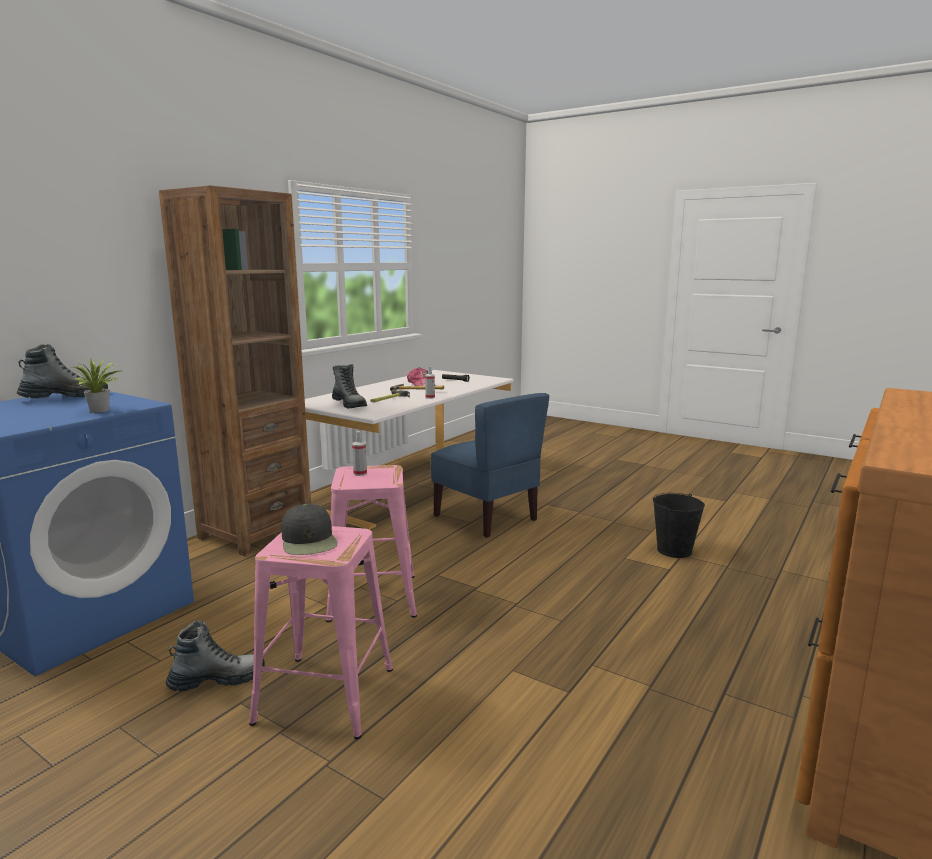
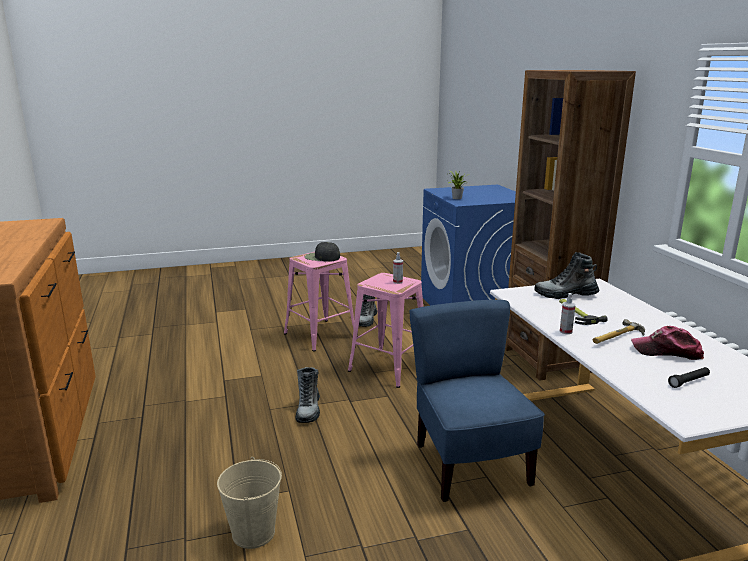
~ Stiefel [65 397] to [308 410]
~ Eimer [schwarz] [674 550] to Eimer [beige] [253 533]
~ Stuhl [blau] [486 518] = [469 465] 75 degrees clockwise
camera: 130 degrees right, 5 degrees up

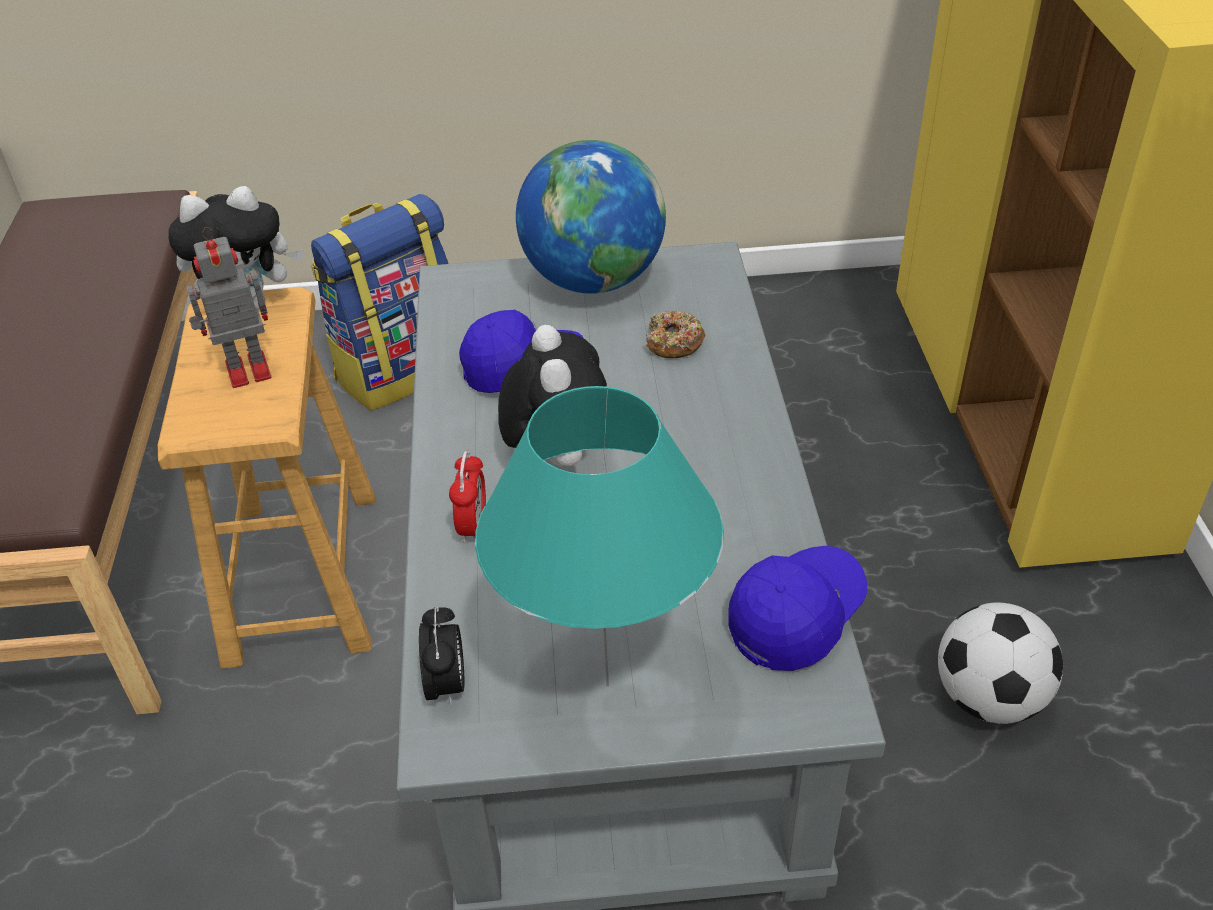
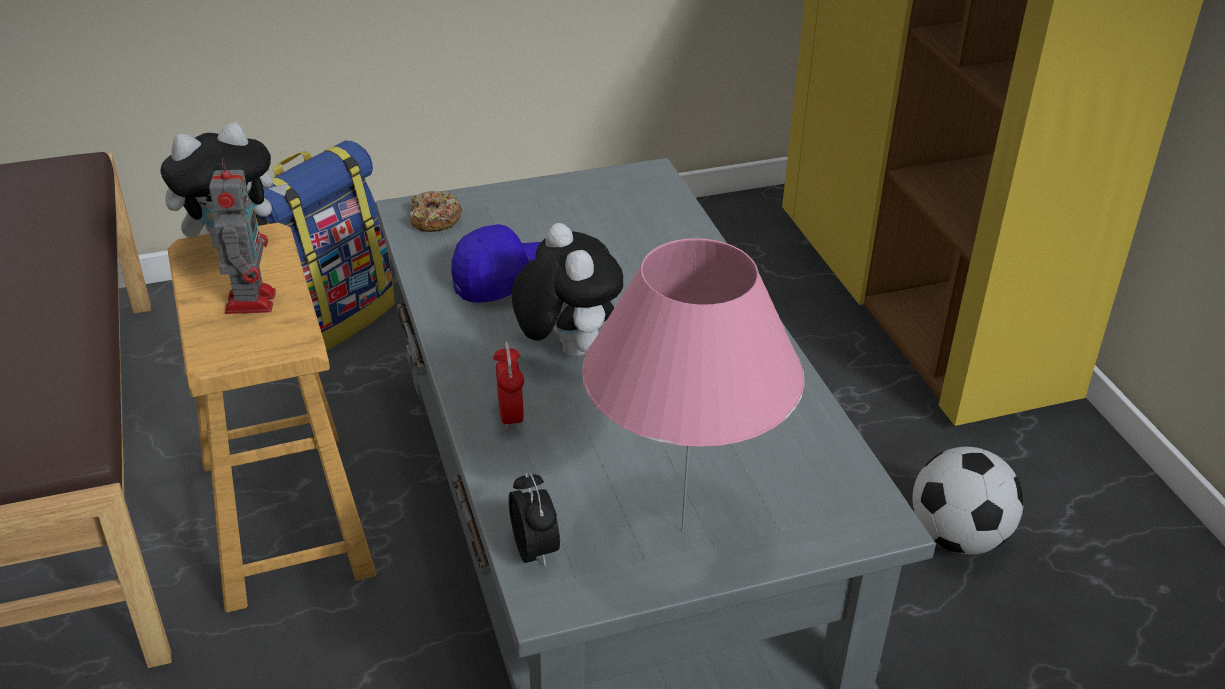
- Globus [593 280]
- Kappe [blau] [796 617]
~ Donut [674 343] to [434 220]
~ Tischlampe [türkis] [606 685] to Tischlampe [rosa] [681 531]
~ Spielzeugroboter [245 370] = [251 300] 120 degrees clockwise
camera: 15 degrees left, 5 degrees down

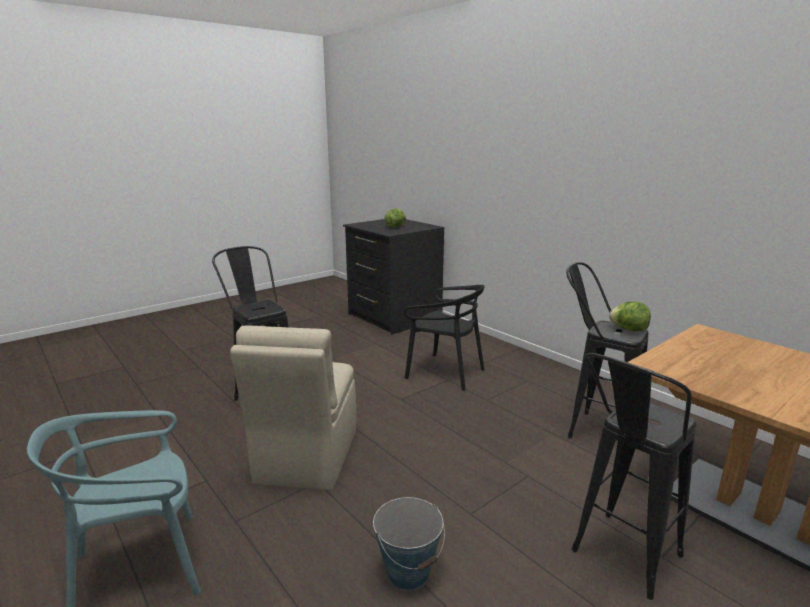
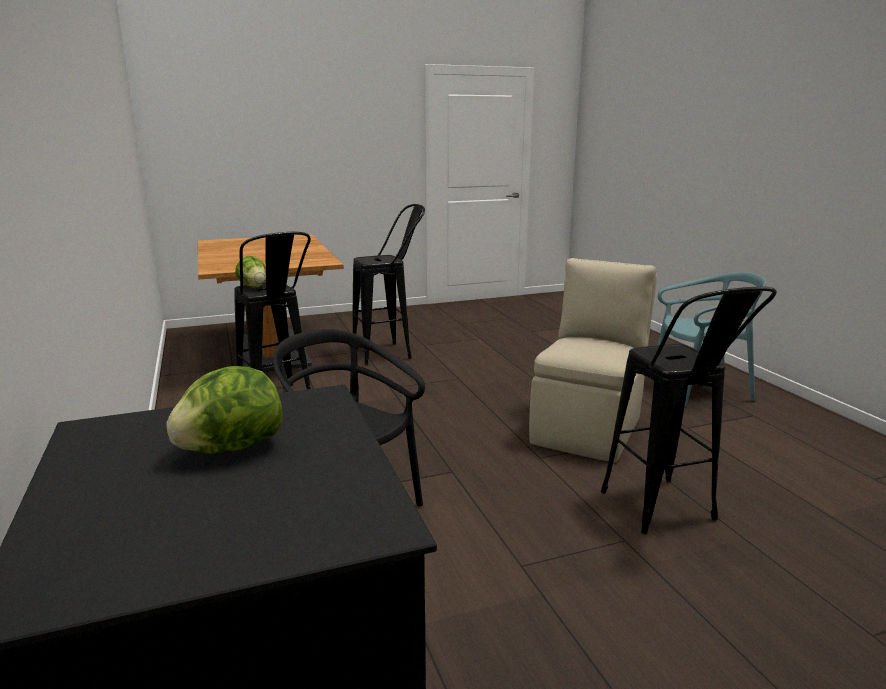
- Eimer [408 572]
camera: 160 degrees left, 0 degrees up

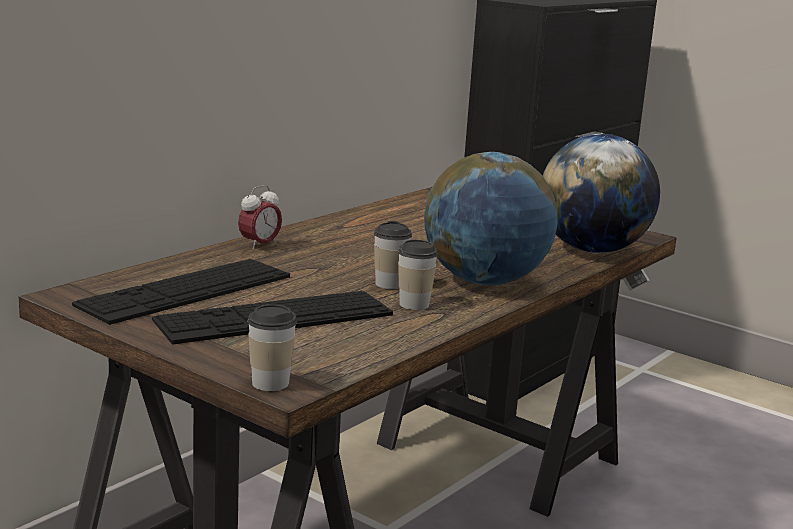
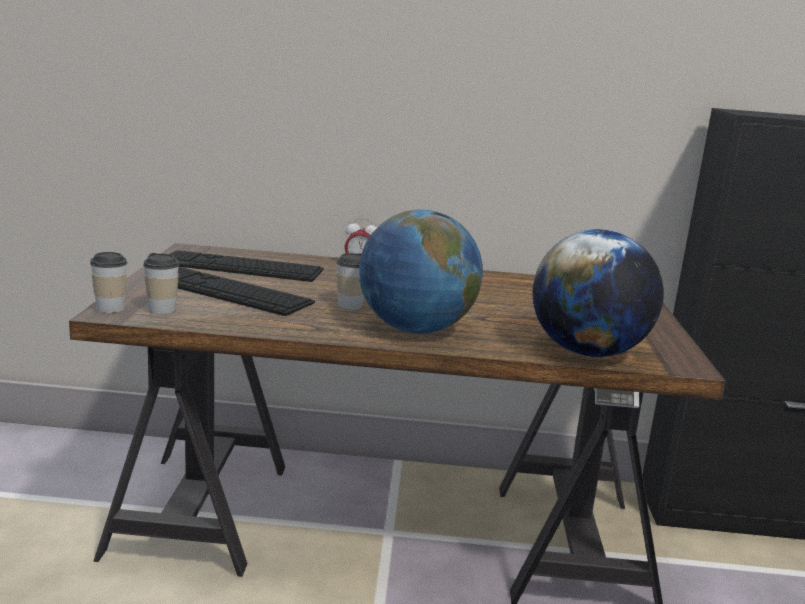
~ Tasse [414 304] to [162 310]
camera: 55 degrees right, 0 degrees up

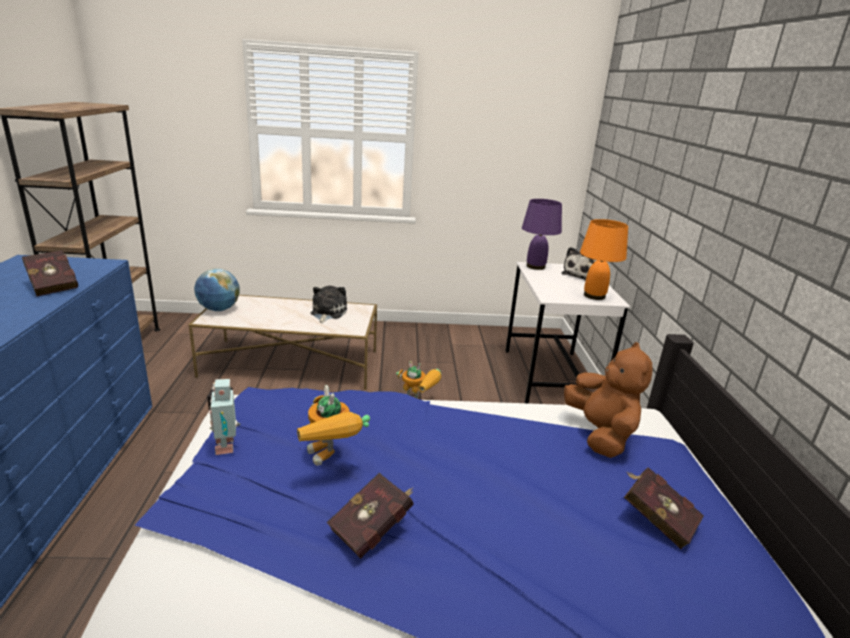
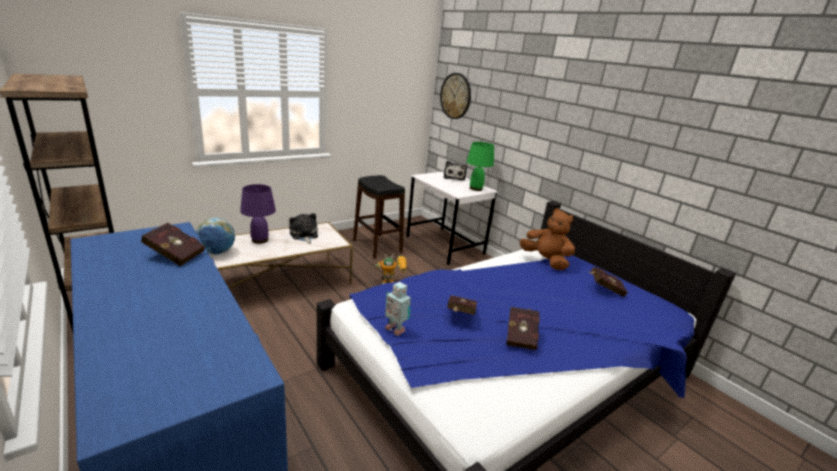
+ Hocker [schwarz] [377 246]
+ Wanduhr [455 96]
~ Tischlampe [lila] [535 266] to [259 240]
~ Spielzeugroboter [331 461] to Buch [rot] [460 315]
~ Tischlampe [orange] [594 296] to Tischlampe [grün] [476 189]
camera: 35 degrees left, 0 degrees up

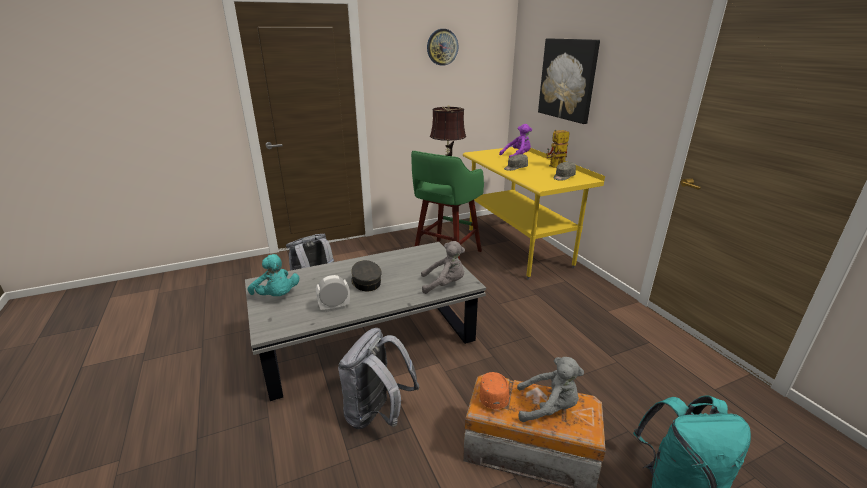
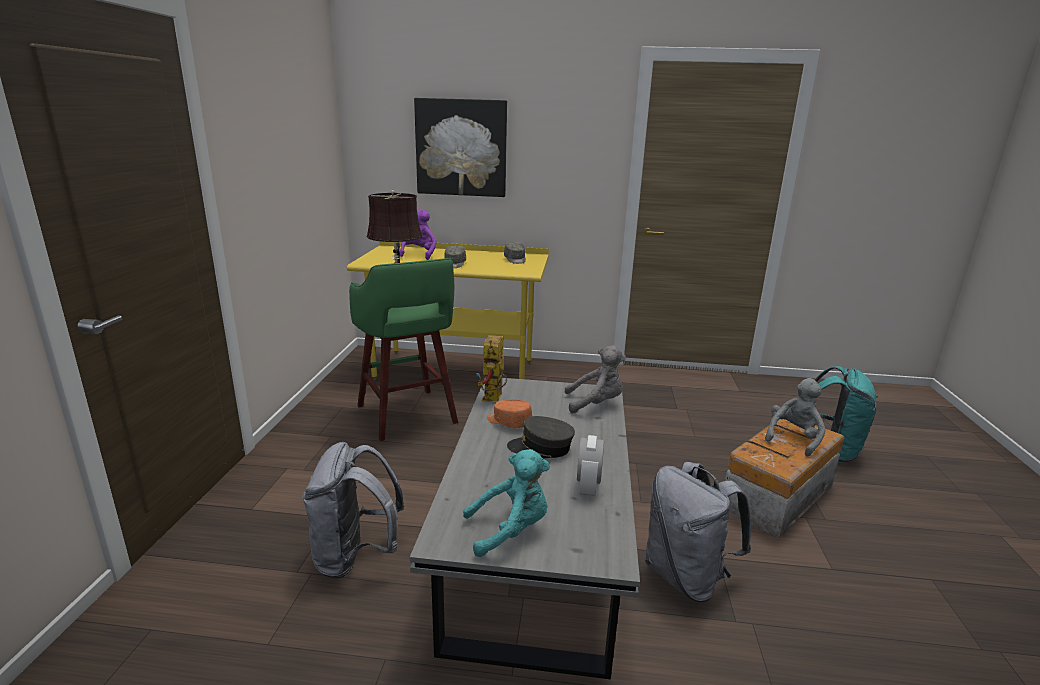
- Wanduhr [442 47]
~ Kappe [orange] [493 394] to [508 422]
~ Spielzeugroboter [554 167] to [493 400]
~ Plüschtier [grau] [444 284] = [596 404] 60 degrees clockwise
camera: 60 degrees left, 5 degrees down

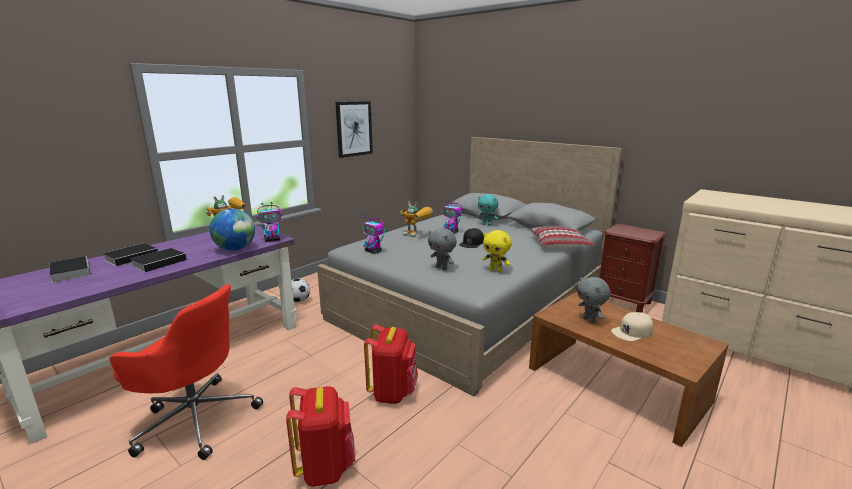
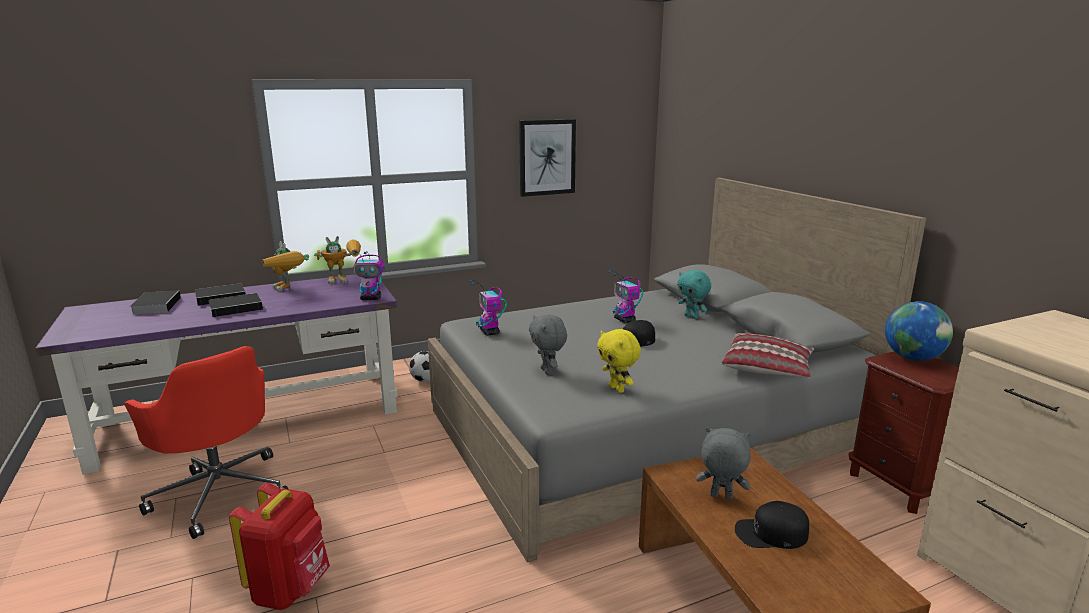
- Rucksack [rot] [393 392]
~ Globus [235 249] to [912 358]
~ Spielzeugroboter [417 235] to [288 289]
~ Kappe [beige] [632 332] to Kappe [schwarz] [771 533]
~ Plüschtier [grau] [589 320] = [720 497] 105 degrees clockwise
camera: 25 degrees right, 0 degrees up

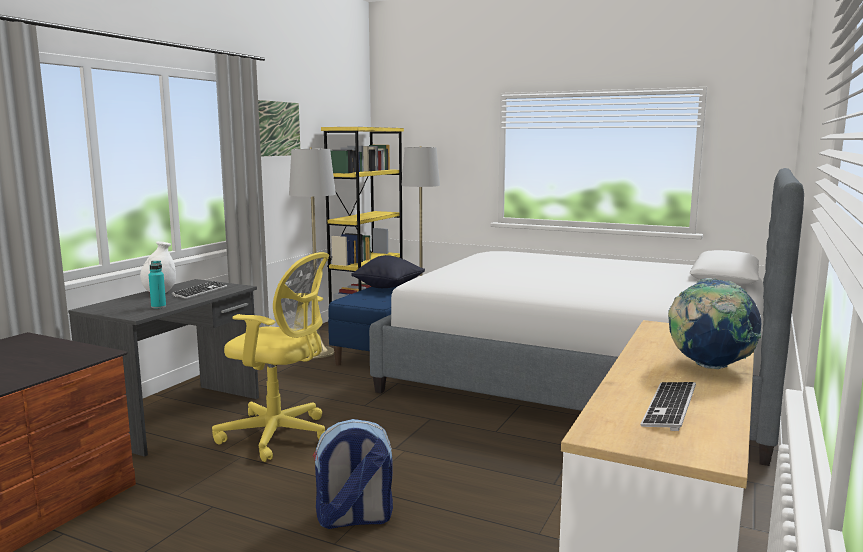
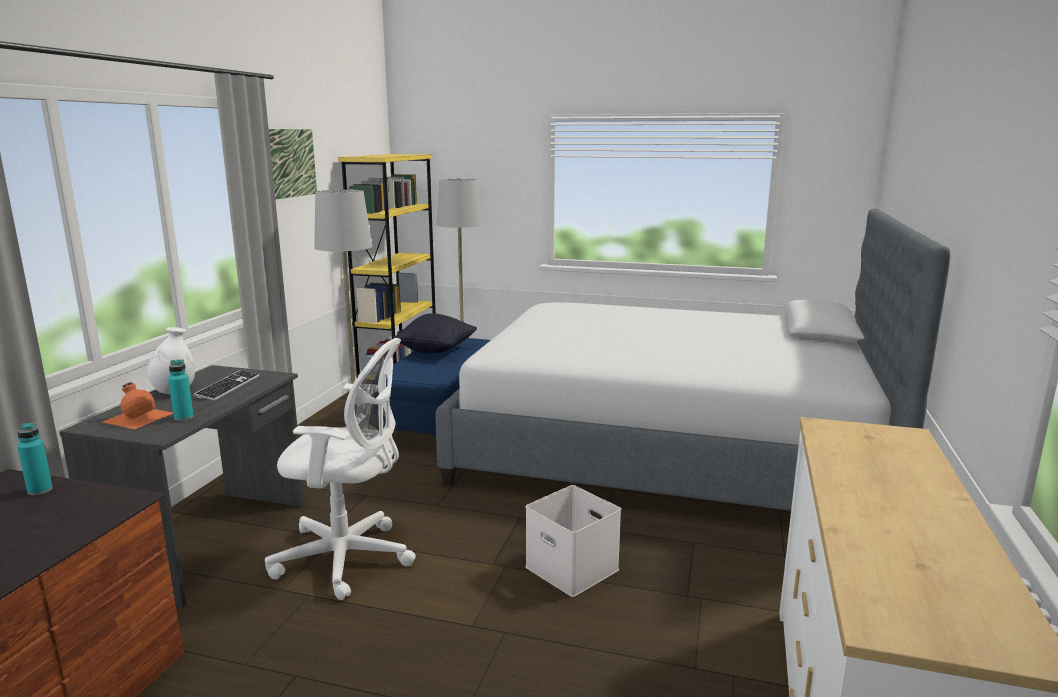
- Rucksack [354 519]
- Tastatur [669 407]
- Globus [709 367]
+ Flasche [türkis] [40 490]
+ Flasche [orange] [138 416]
+ Aufbewahrungsbox [weiß] [574 568]
~ Bürostuhl [gelb] [280 436] to Bürostuhl [weiß] [349 559]
camera: 10 degrees left, 5 degrees up

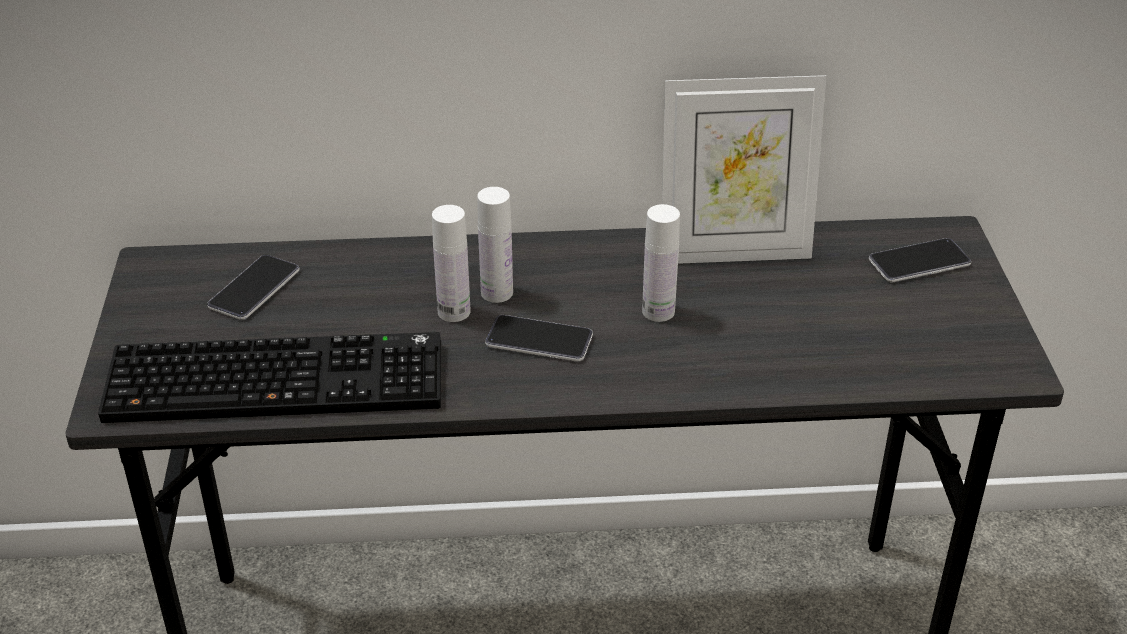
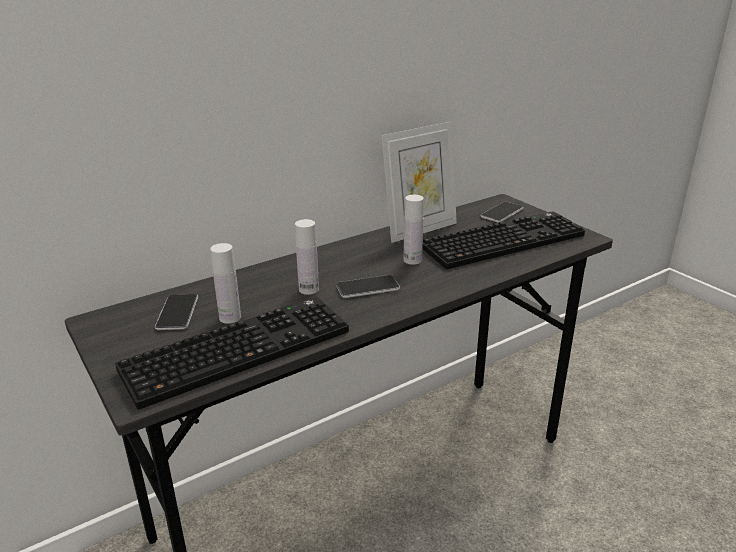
+ Tastatur [503 240]
~ Flasche [weiß] [497 293] to [230 317]
camera: 30 degrees left, 10 degrees down

